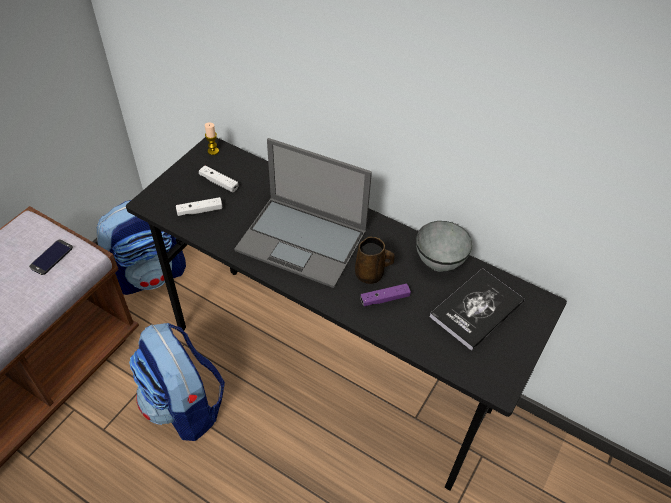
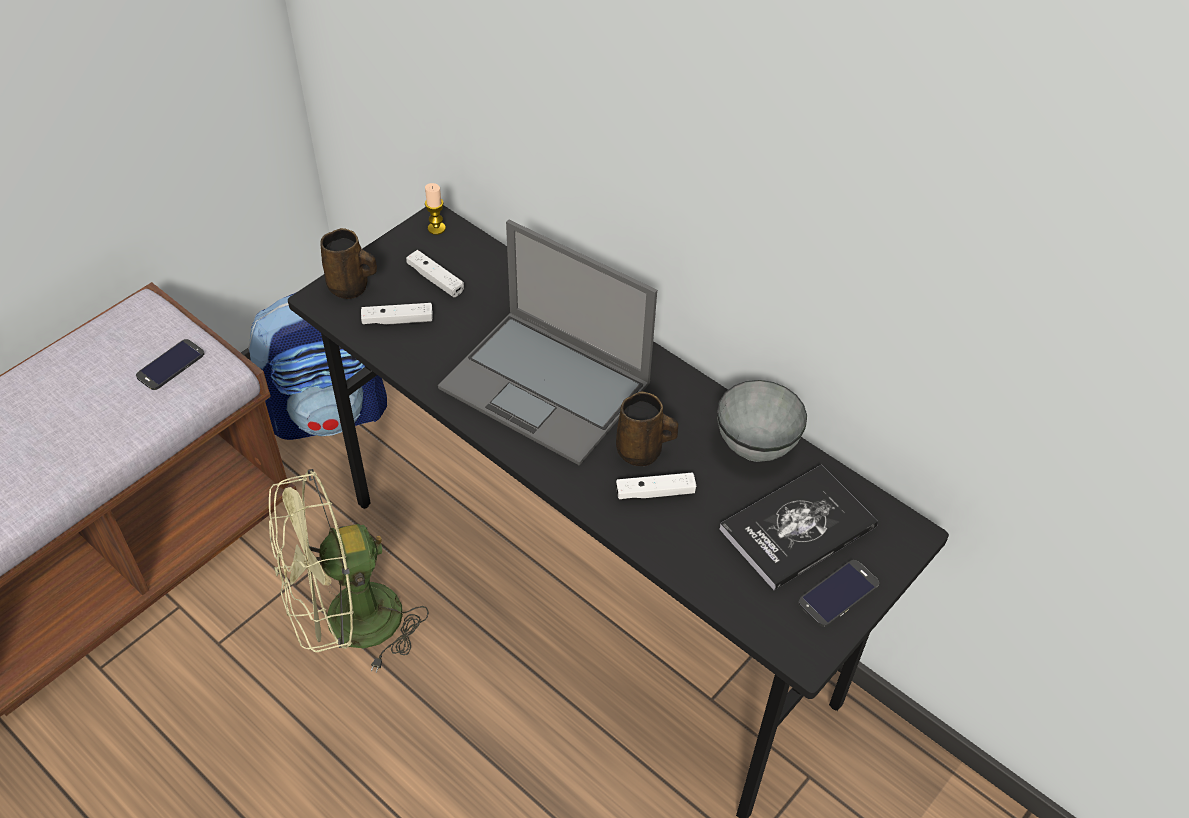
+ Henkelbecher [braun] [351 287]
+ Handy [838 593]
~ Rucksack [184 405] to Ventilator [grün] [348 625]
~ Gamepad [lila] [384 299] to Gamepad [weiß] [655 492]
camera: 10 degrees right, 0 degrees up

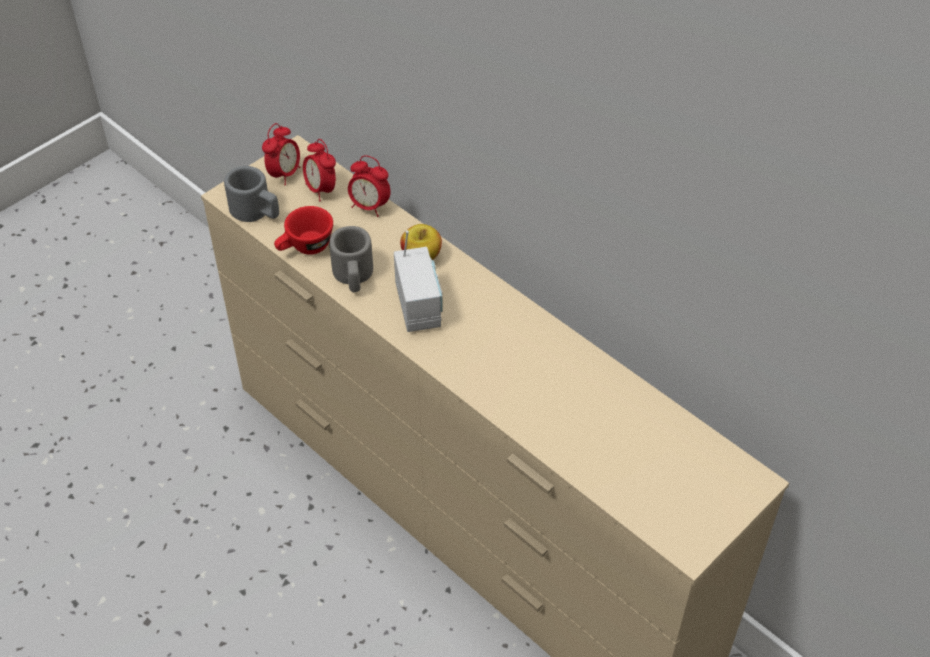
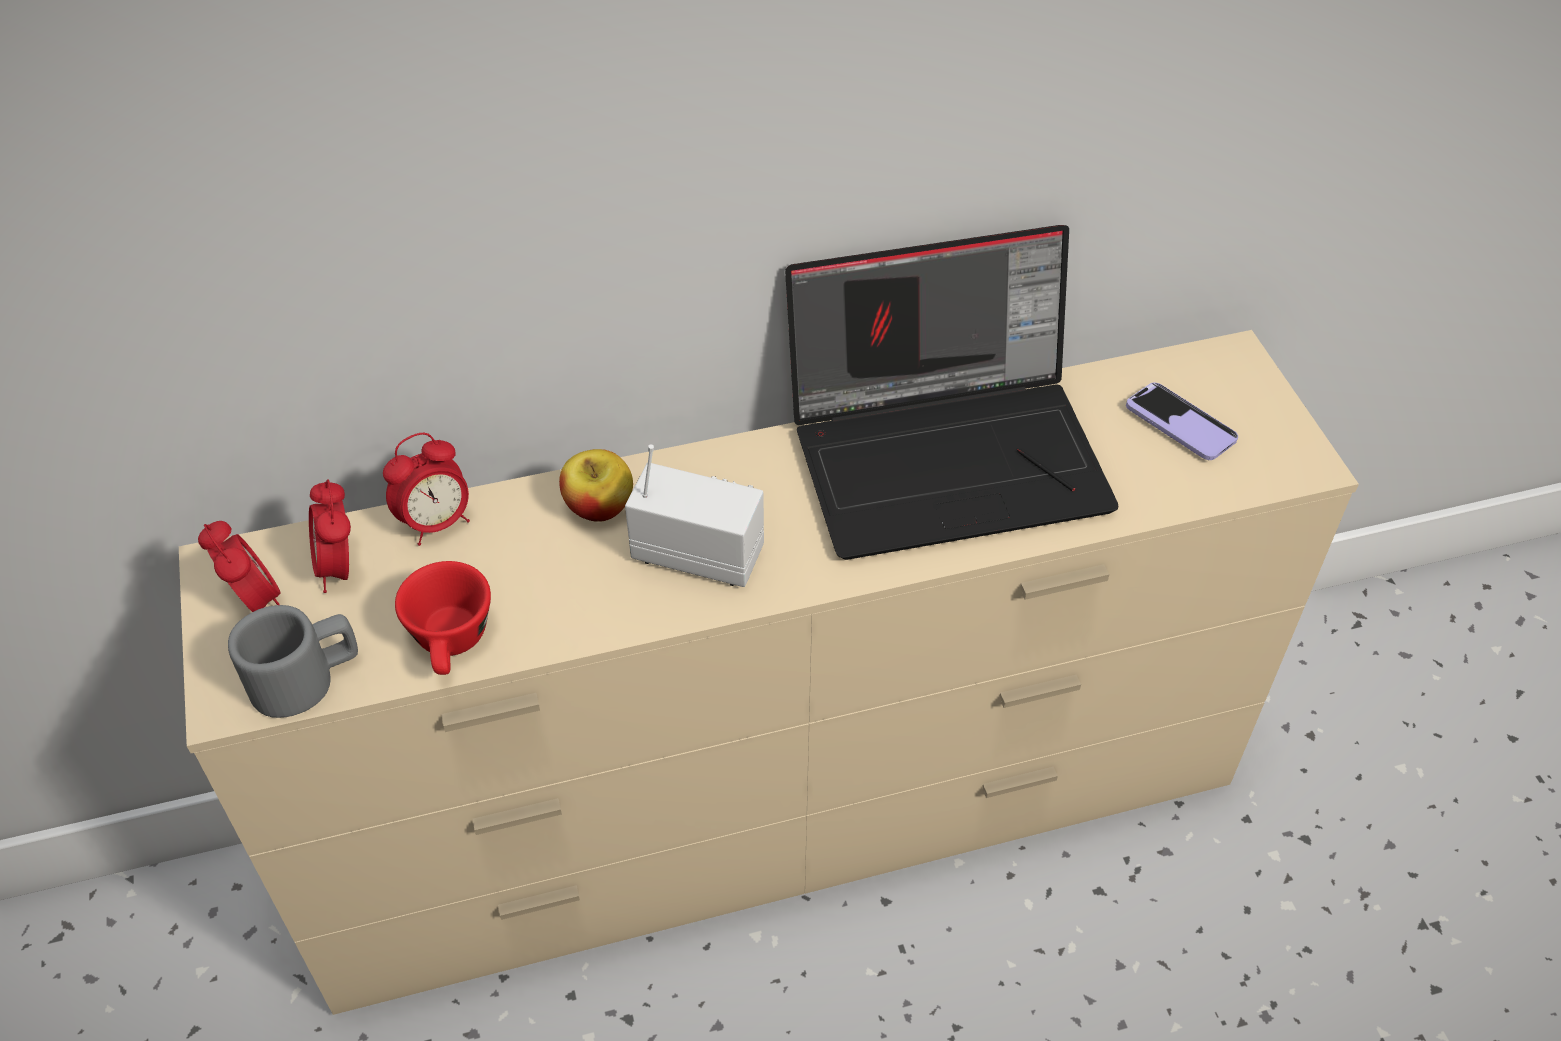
- Henkelbecher [grau] [353 276]
+ Laptop [949 452]
+ Handy [1180 424]
~ Wecker [321 190] = [340 568] 75 degrees clockwise
camera: 60 degrees left, 0 degrees up

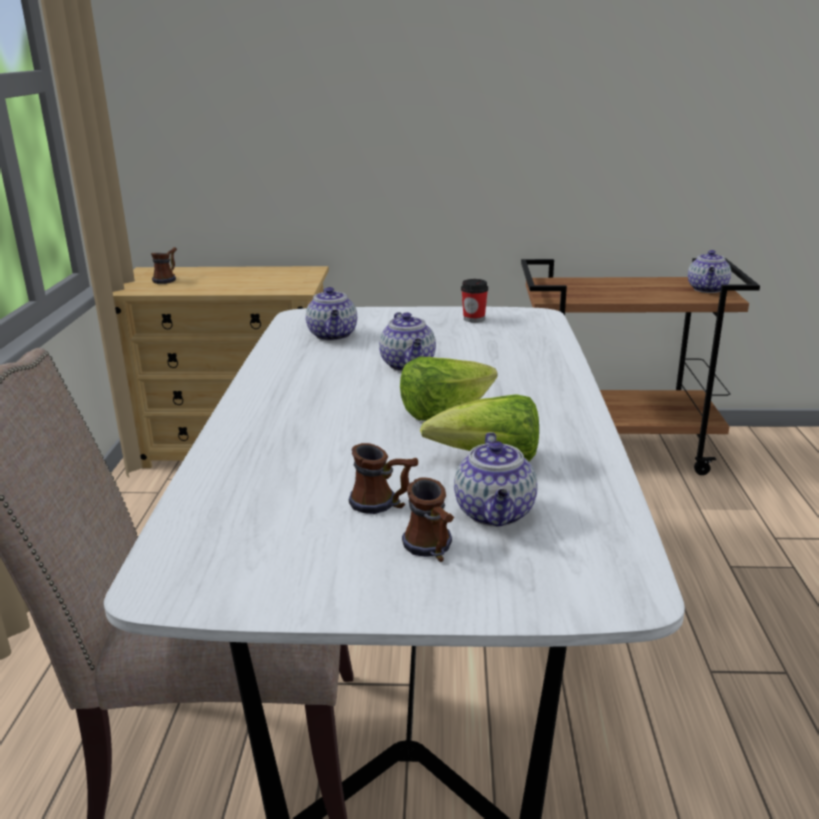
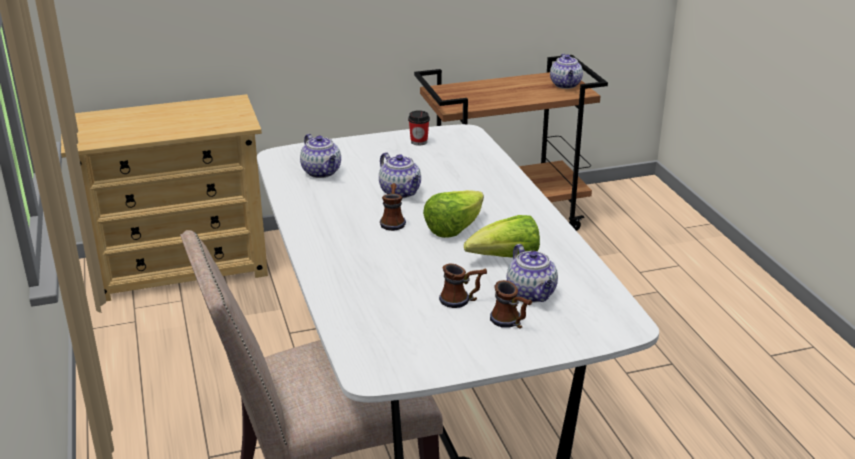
~ Henkelbecher [168 279] to [393 221]
camera: 20 degrees left, 5 degrees up

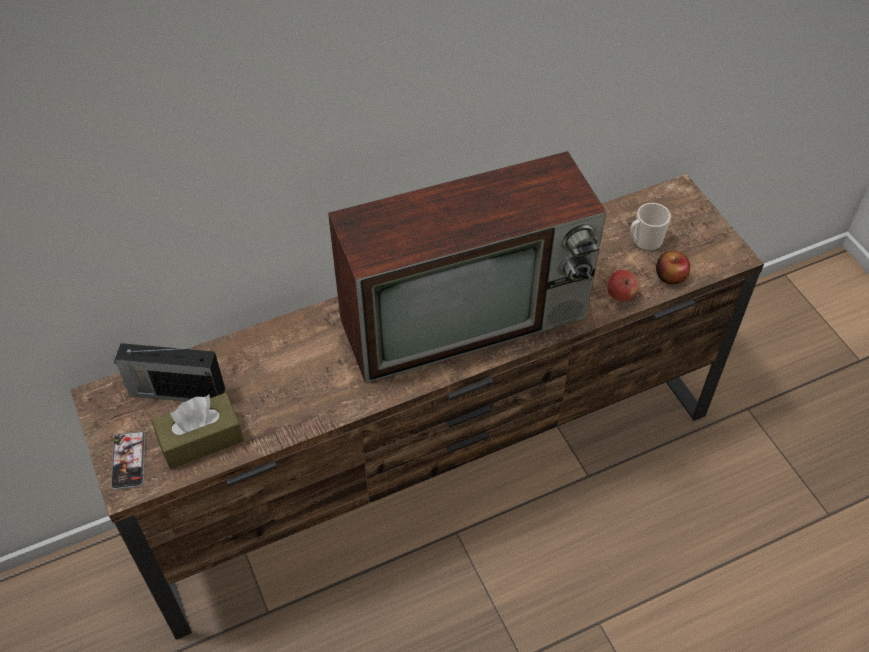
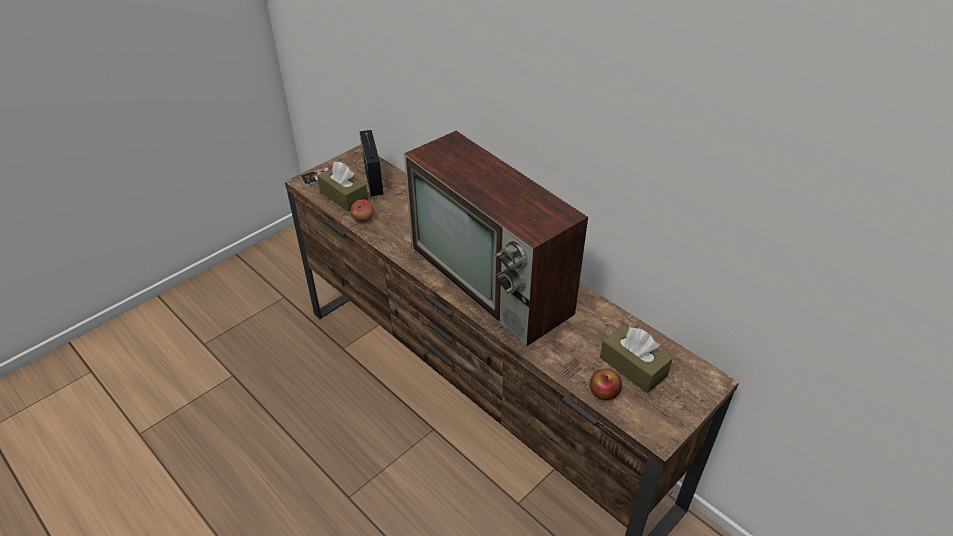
~ Apfel [620 295] to [363 219]
~ Henkelbecher [644 241] to Taschentuchbox [braun] [633 367]
camera: 70 degrees right, 10 degrees down

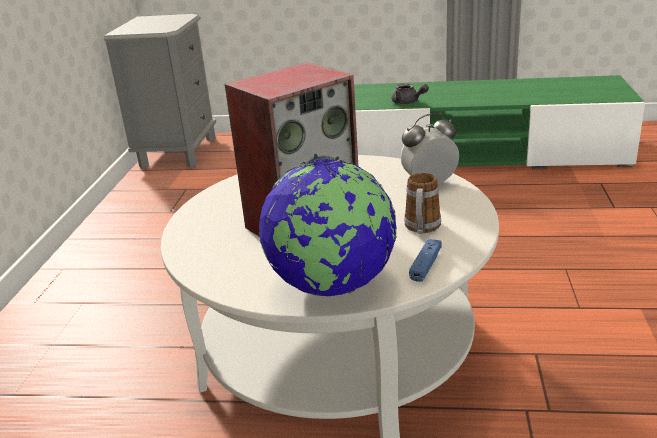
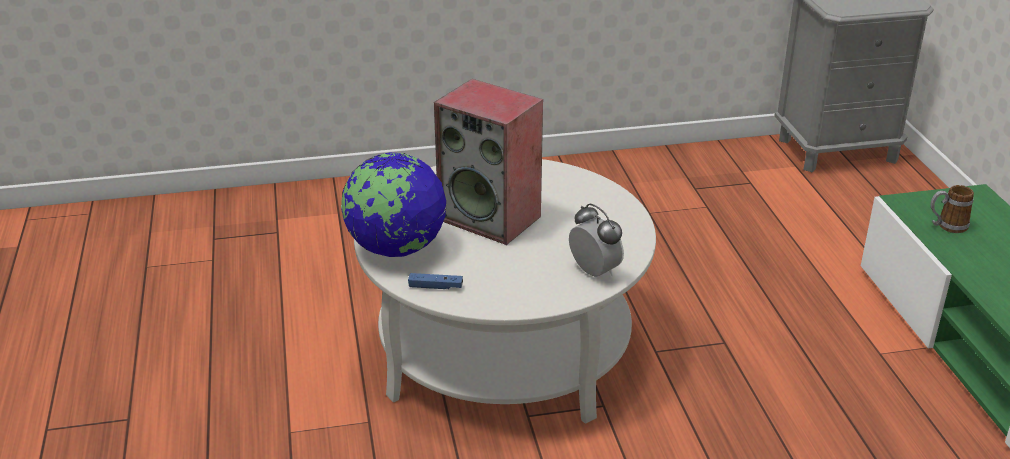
- Teekanne [grau] [408 102]
~ Henkelbecher [421 229] to [946 226]
camera: 70 degrees right, 5 degrees up

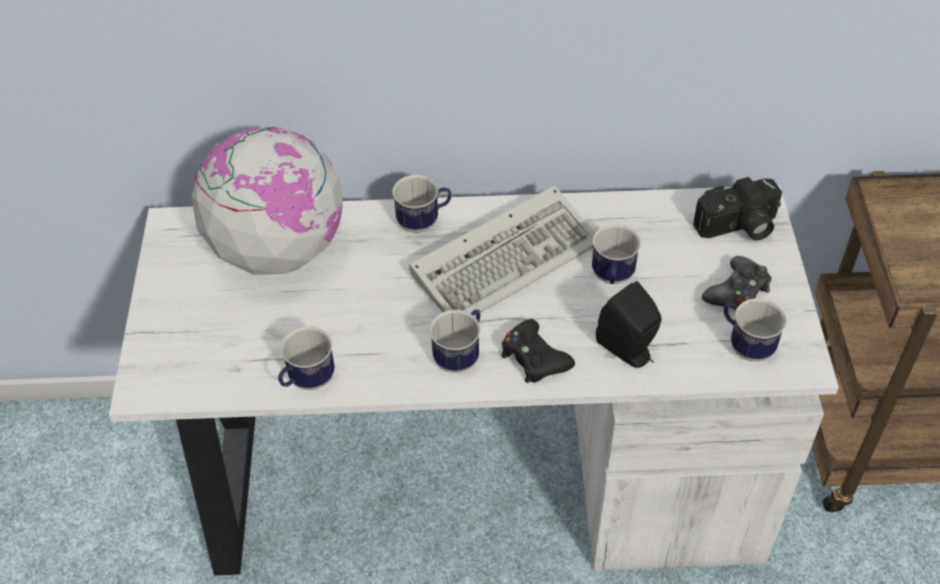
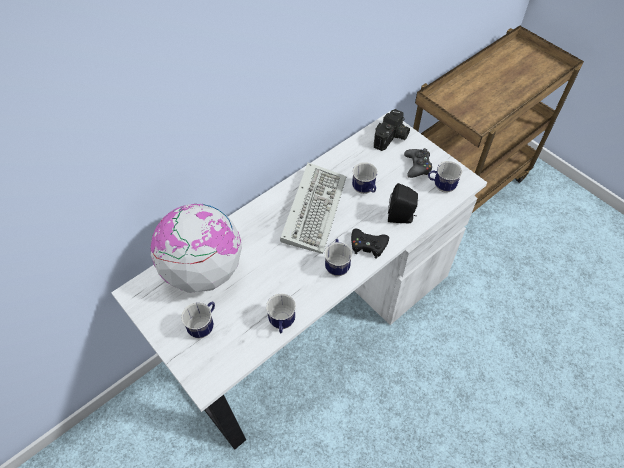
~ Henkelbecher [424 222] to [204 325]
camera: 40 degrees left, 5 degrees up

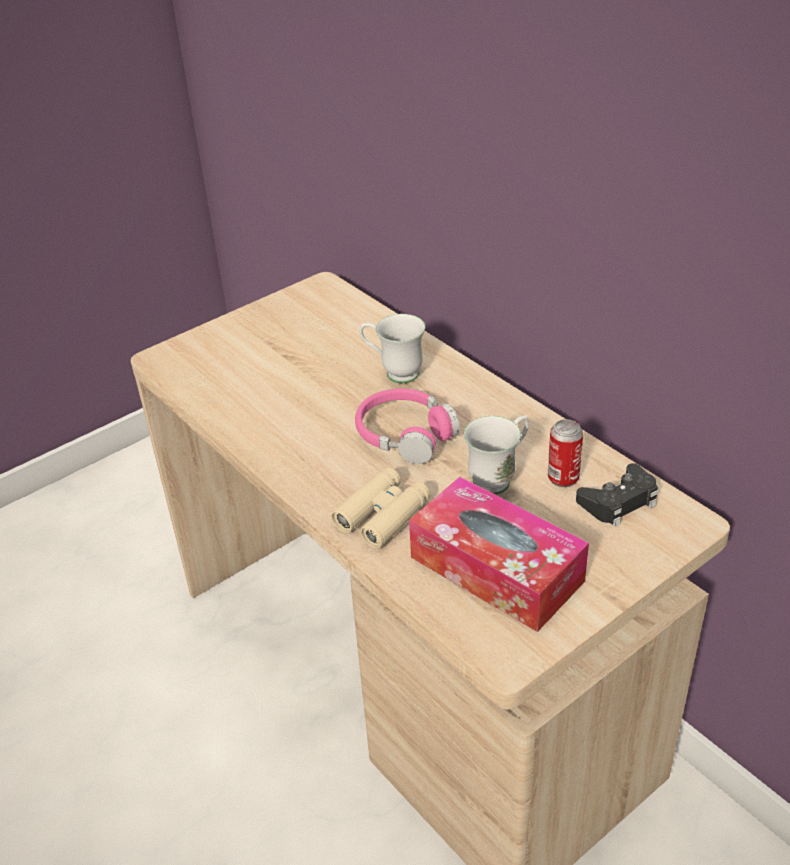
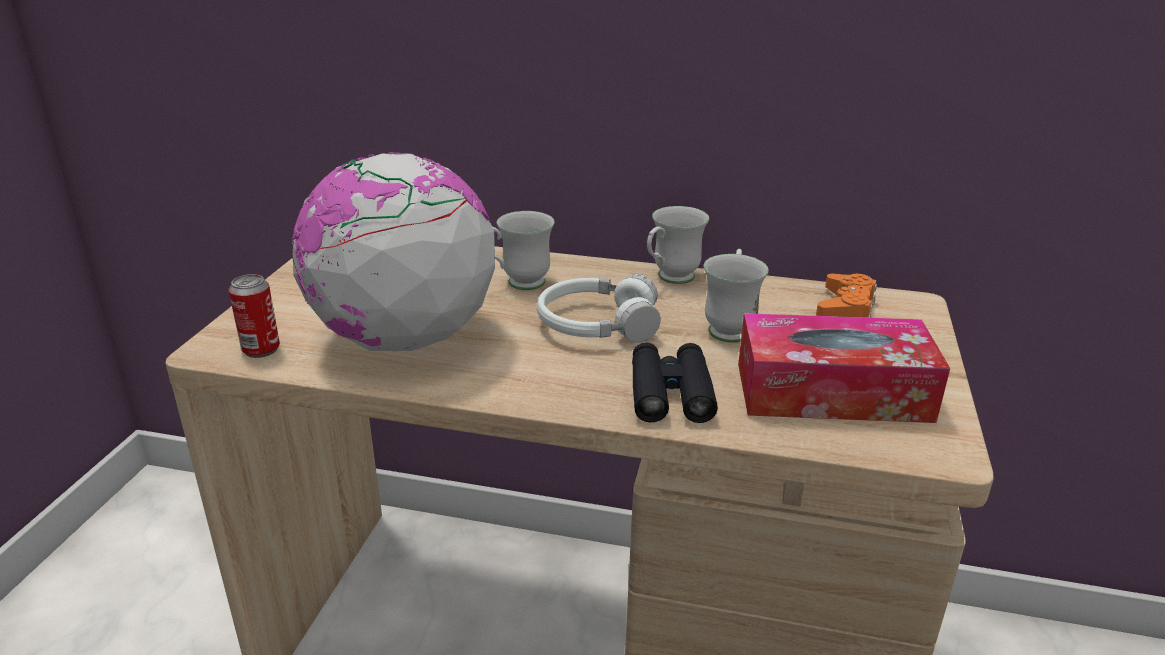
+ Globus [403 339]
+ Henkelbecher [weiß] [670 279]
~ Dose [563 478] to [261 349]
~ Fernglas [beige] [383 515] to Fernglas [schwarz] [670 393]
~ Kopfhörer [rosa] [405 435] to Kopfhörer [weiß] [597 325]
~ Gamepad [schwarz] [619 502] to Gamepad [orange] [846 308]
camera: 40 degrees left, 10 degrees down

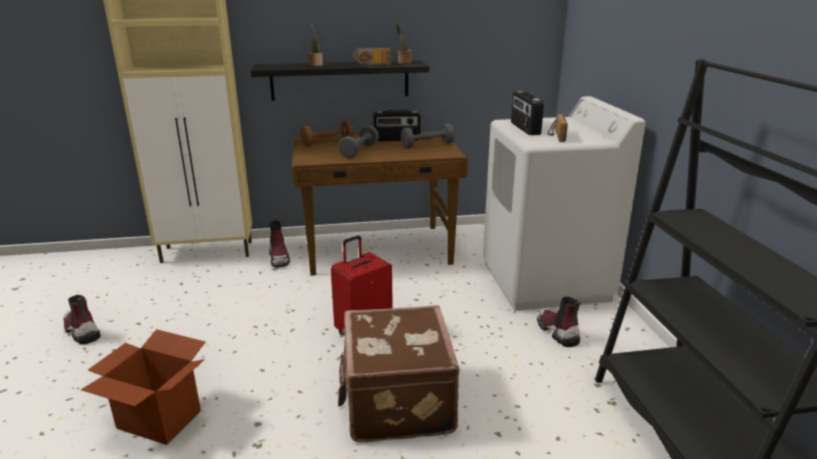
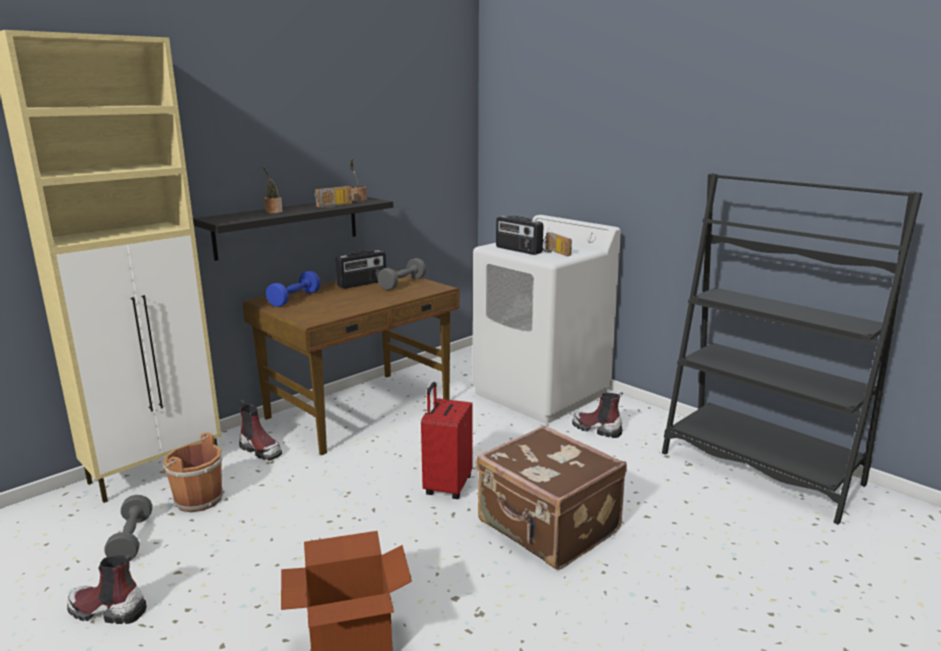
+ Eimer [braun] [196 499]
~ Hantel [grau] [359 151] to [132 539]
~ Hantel [braun] [327 142] to Hantel [blau] [294 299]
camera: 35 degrees left, 5 degrees down

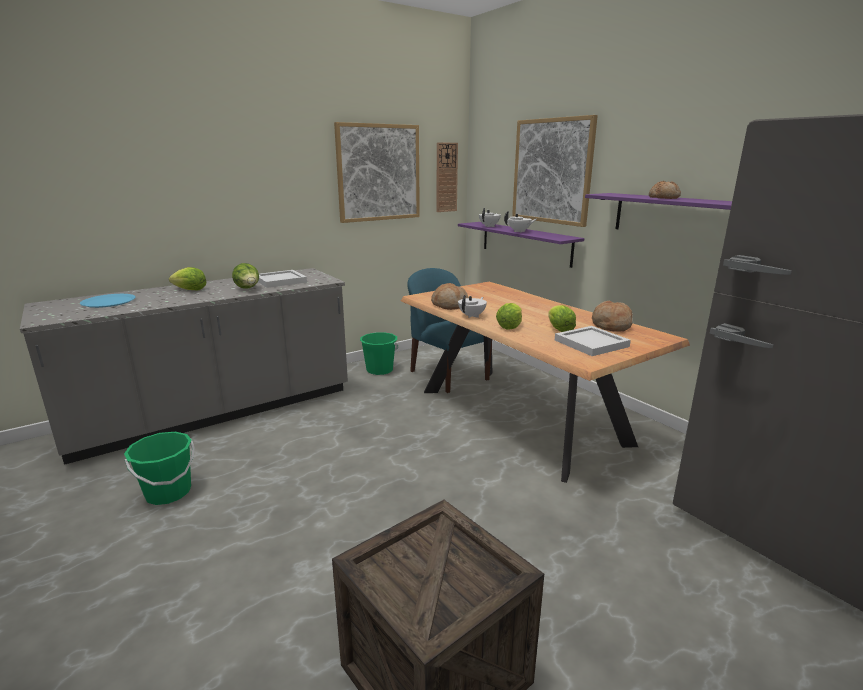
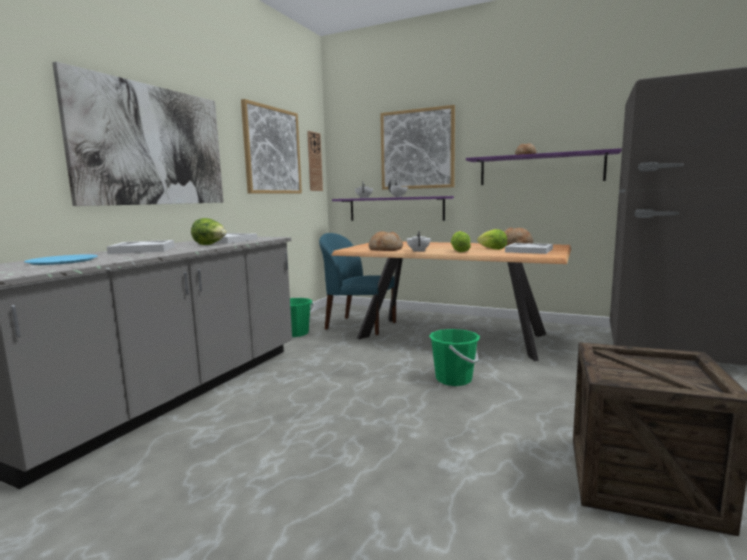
+ Bild [152 146]
~ Eimer [grün] [168 493] to [454 379]
~ Salatkopf [190 290] to Tablett [weiß] [143 250]
camera: 30 degrees left, 10 degrees down

